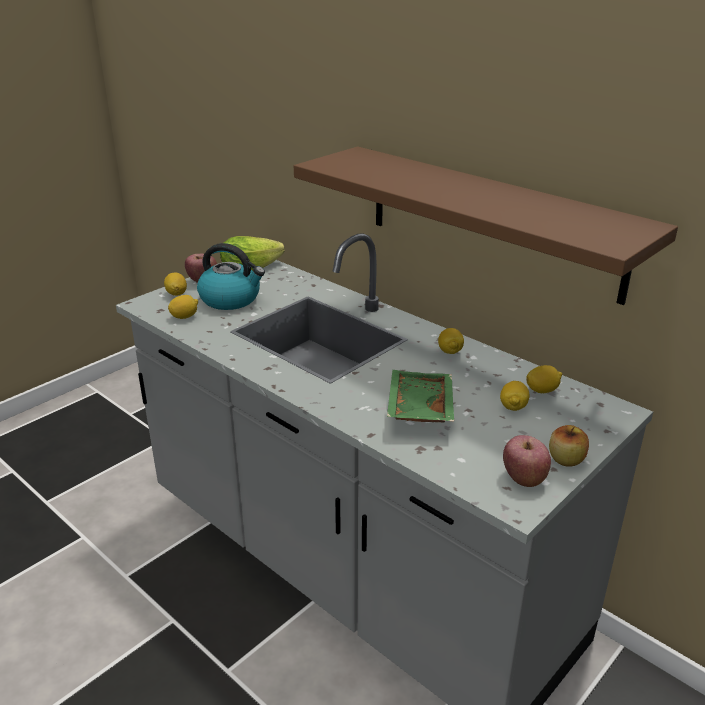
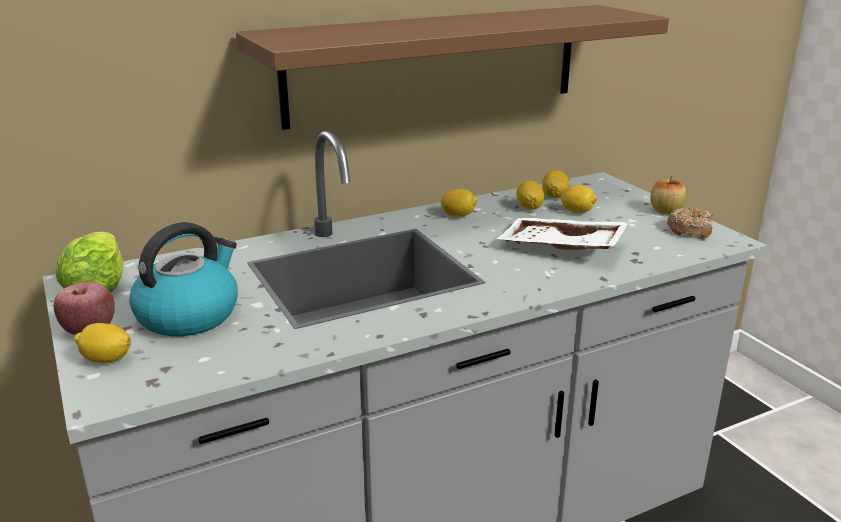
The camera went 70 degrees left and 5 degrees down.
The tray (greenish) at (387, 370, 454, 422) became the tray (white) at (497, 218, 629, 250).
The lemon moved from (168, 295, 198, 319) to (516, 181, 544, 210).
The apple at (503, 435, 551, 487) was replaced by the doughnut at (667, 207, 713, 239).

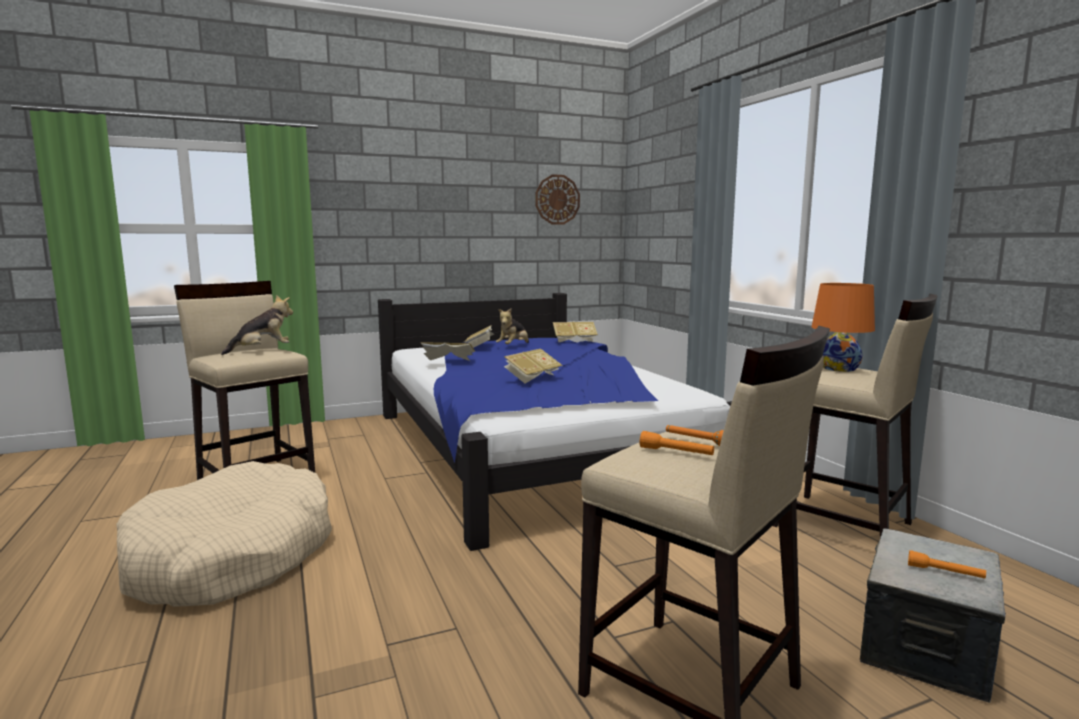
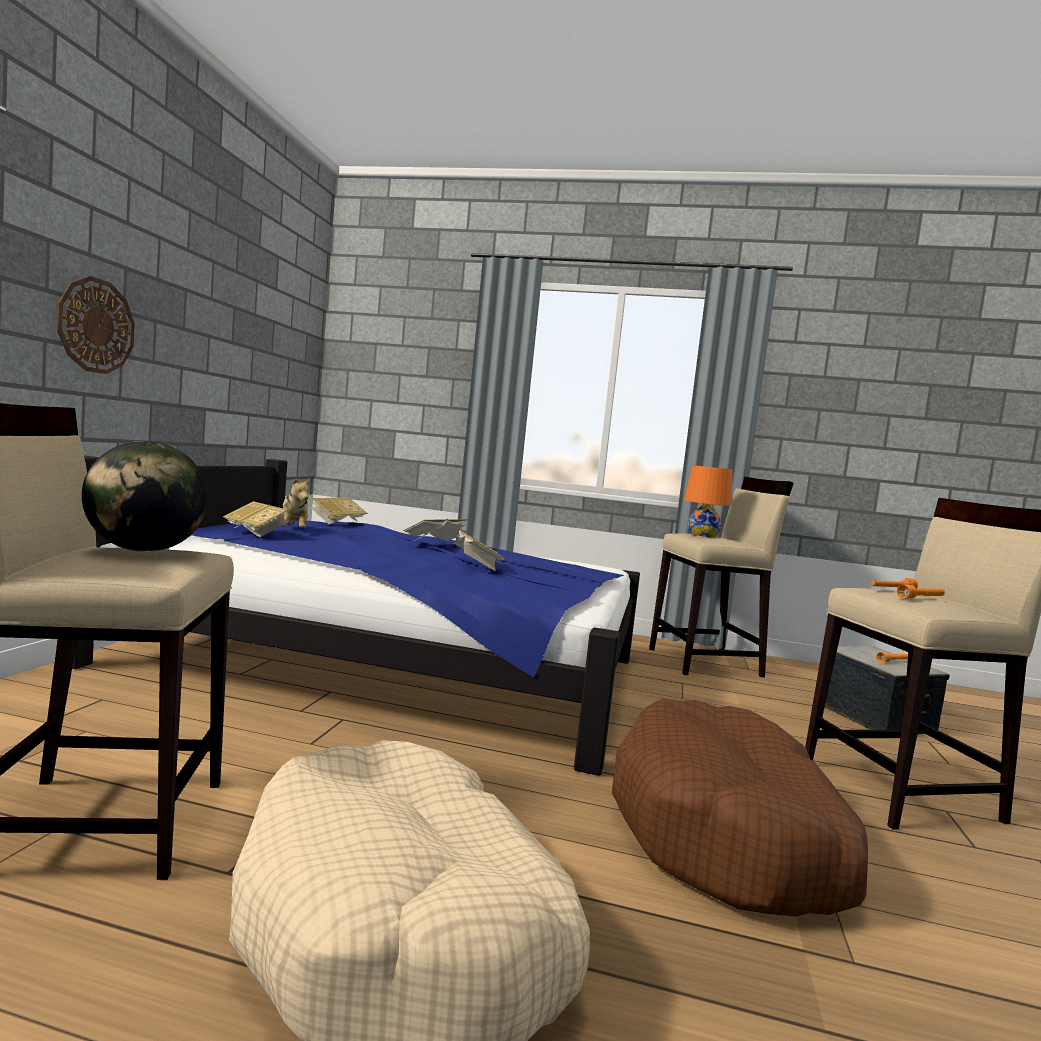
The camera went 55 degrees left and 5 degrees down.
The wall clock moved from (535, 174, 580, 225) to (57, 276, 135, 374).
The soft toy at (221, 295, 293, 355) was replaced by the globe at (82, 441, 208, 552).
The volume moved from (420, 342, 475, 361) to (402, 519, 469, 541).
The dog bed (brown) at (612, 698, 868, 917) appeared.

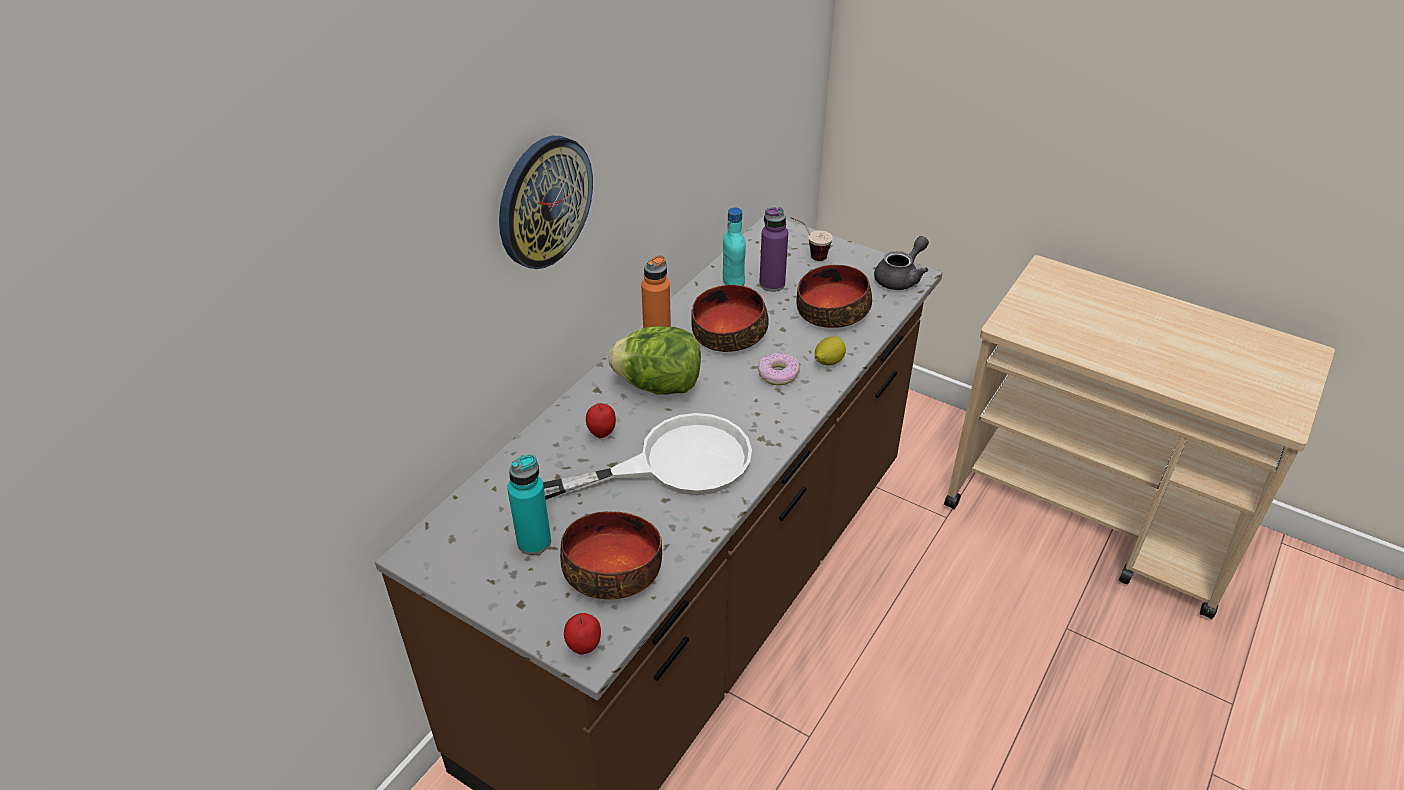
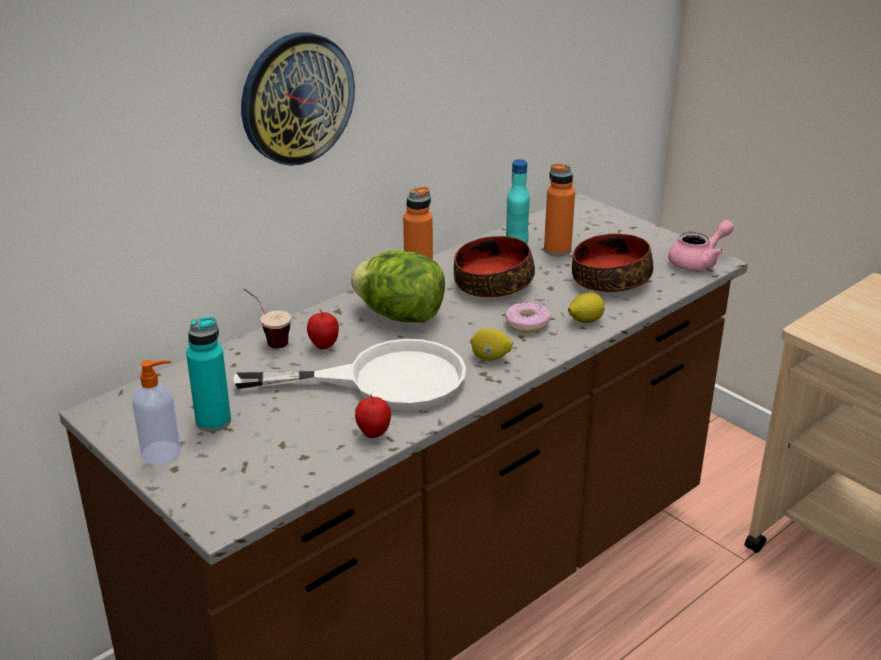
The camera went 15 degrees right and 10 degrees down.
The soap dispenser at (132, 360, 181, 464) appeared.
The cup moved from (790, 217, 833, 261) to (244, 288, 291, 348).
The apple moved from (564, 613, 601, 655) to (355, 394, 391, 438).
The lemon at (470, 328, 513, 361) appeared.
The bottle (purplish) at (759, 207, 788, 292) became the bottle (orange) at (544, 164, 575, 257).
The tea pot (grey) at (874, 236, 929, 290) became the tea pot (pink-coloured) at (668, 220, 734, 271).
The deep dish at (560, 511, 662, 600) disappeared.

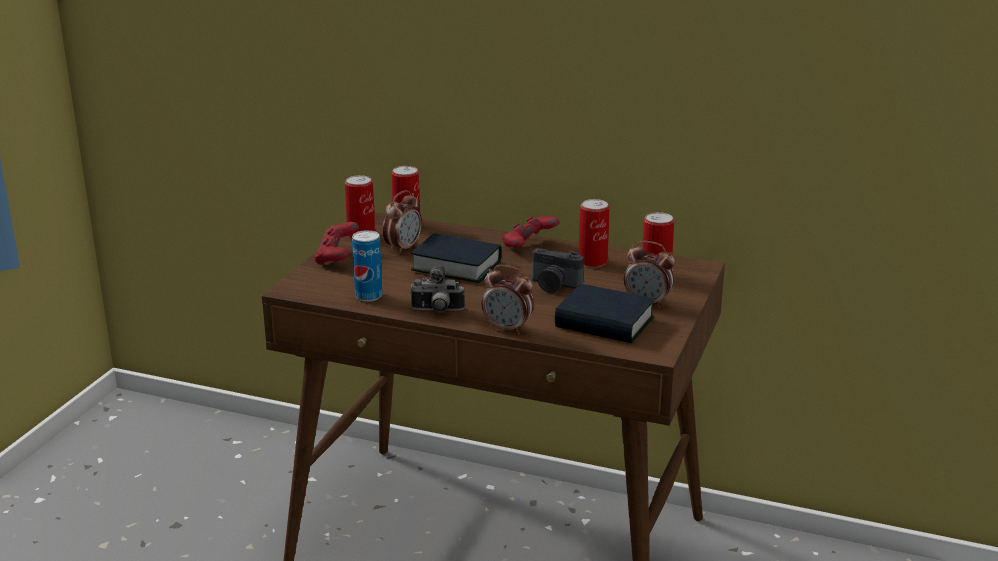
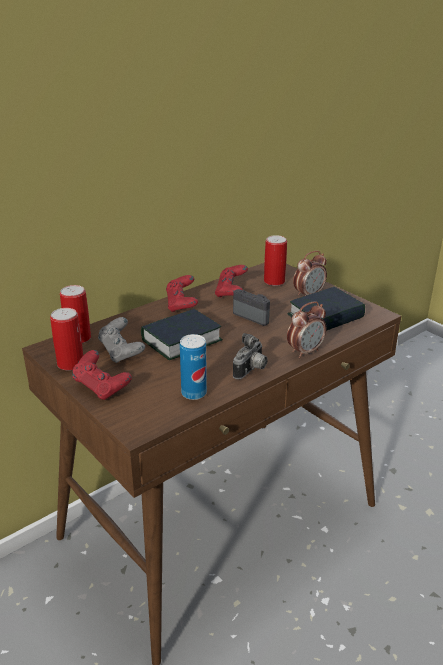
The camera went 60 degrees left and 5 degrees up.
The bedside clock at (382, 190, 422, 255) was replaced by the gamepad (grey) at (98, 317, 145, 363).
The sealed can at (579, 199, 609, 267) was replaced by the gamepad (red-coloured) at (215, 265, 248, 297).
The photo camera at (532, 248, 584, 293) turned 105 degrees counterclockwise.

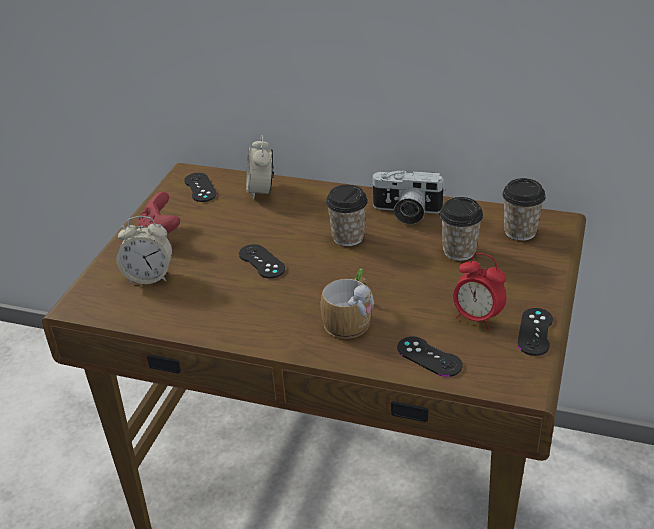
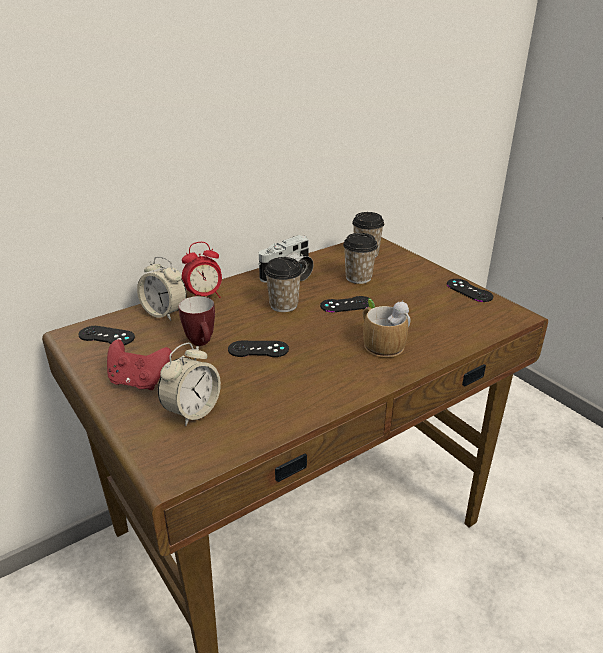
The camera went 55 degrees left and 5 degrees down.
The coffee mug at (178, 296, 215, 346) appeared.
The bedside clock moved from (453, 253, 507, 330) to (182, 242, 222, 298).
The gamepad (black) moved from (397, 337, 463, 377) to (320, 296, 373, 312).

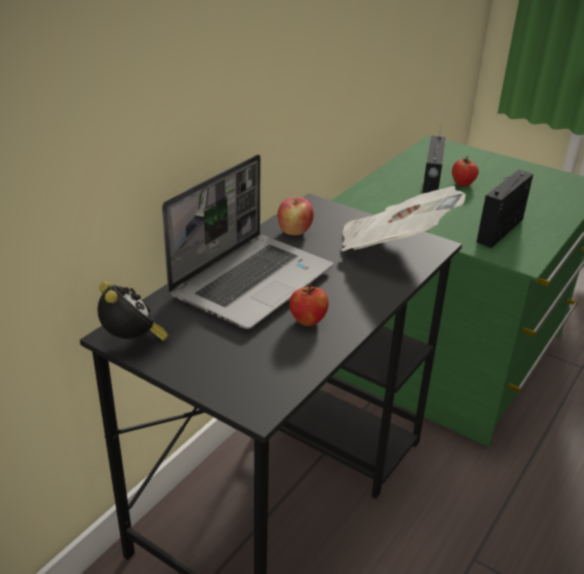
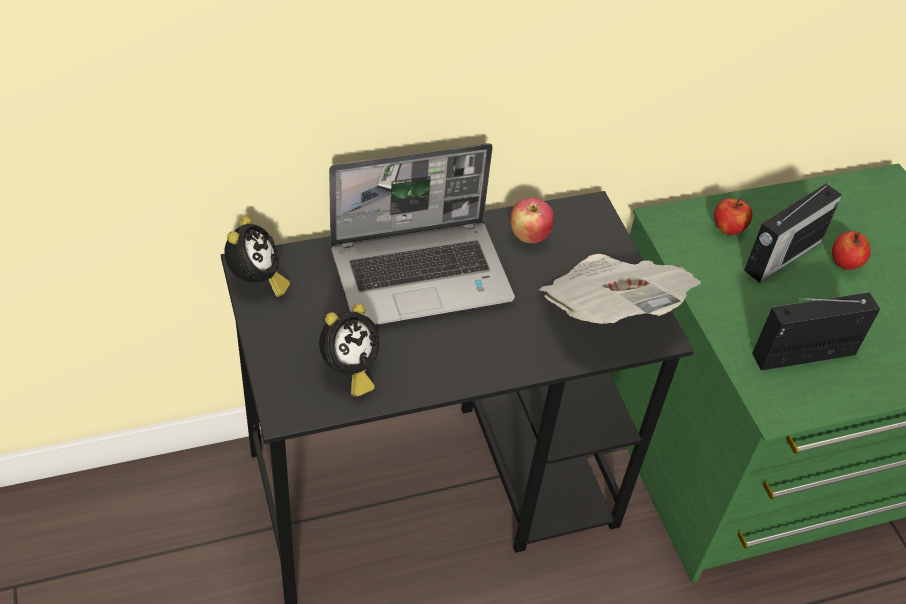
The camera went 35 degrees right and 15 degrees up.
The bedside clock at (319, 304, 379, 397) appeared.
The apple moved from (289, 284, 329, 326) to (714, 198, 752, 235).

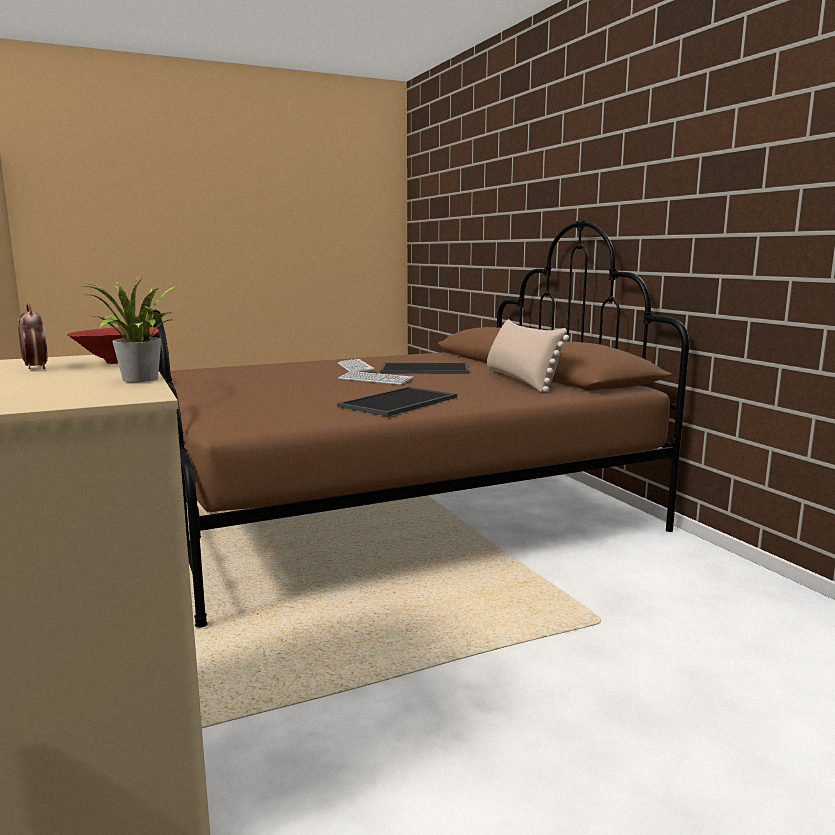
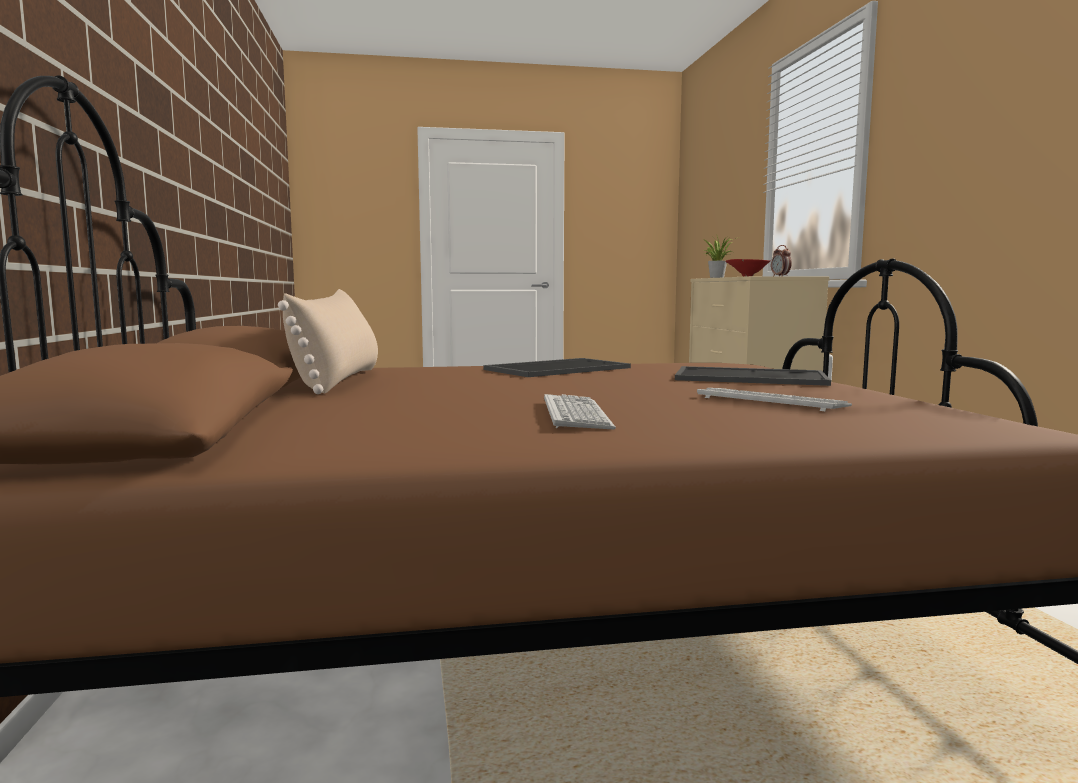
The camera went 165 degrees left and 5 degrees down.
The tray moved from (380, 362, 470, 374) to (675, 366, 831, 386).
The computer keyboard moved from (338, 371, 413, 385) to (697, 388, 852, 411).

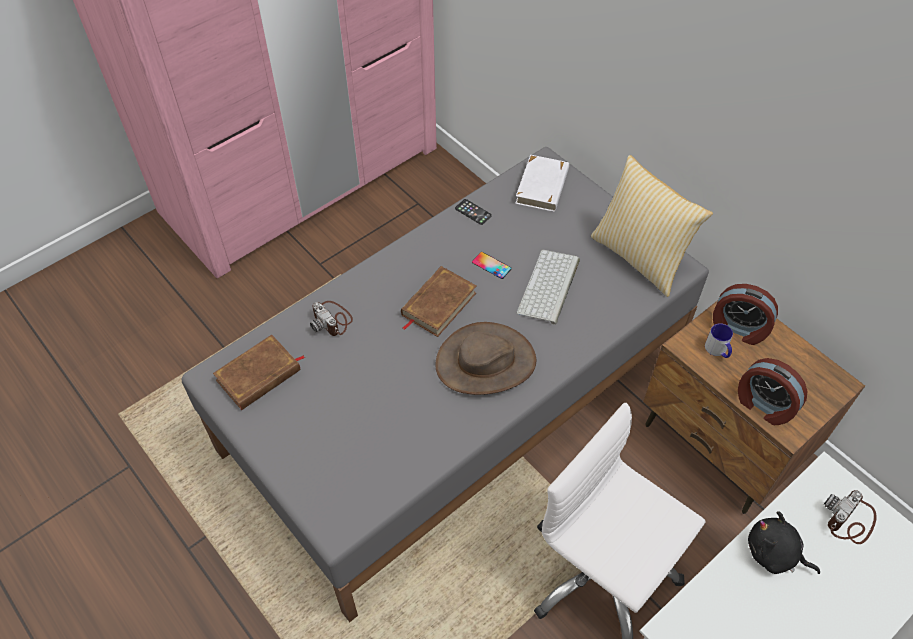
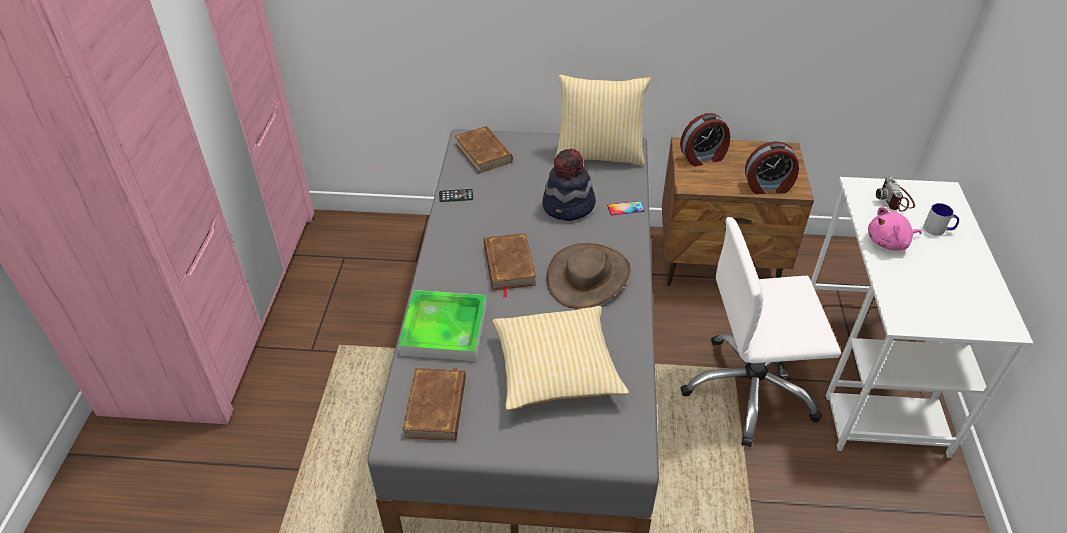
The camera went 45 degrees left and 10 degrees down.
The photo camera at (310, 301, 353, 336) was replaced by the tray at (398, 290, 487, 361).
The volume (white) at (515, 155, 569, 212) became the volume (brown) at (455, 126, 513, 173).
The throw pillow at (493, 306, 629, 410) appeared.
The computer keyboard at (517, 250, 580, 325) was replaced by the wearable hat at (542, 149, 596, 221).
The phone moved from (472, 252, 512, 279) to (608, 201, 644, 215).
The soft toy (black) at (748, 511, 820, 574) became the soft toy (pink-coloured) at (868, 207, 922, 251).
The coffee mug moved from (705, 323, 733, 358) to (923, 203, 959, 236).

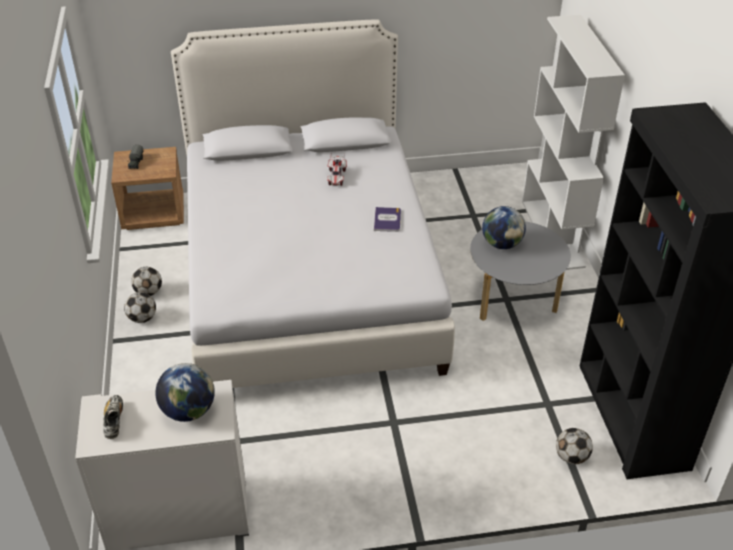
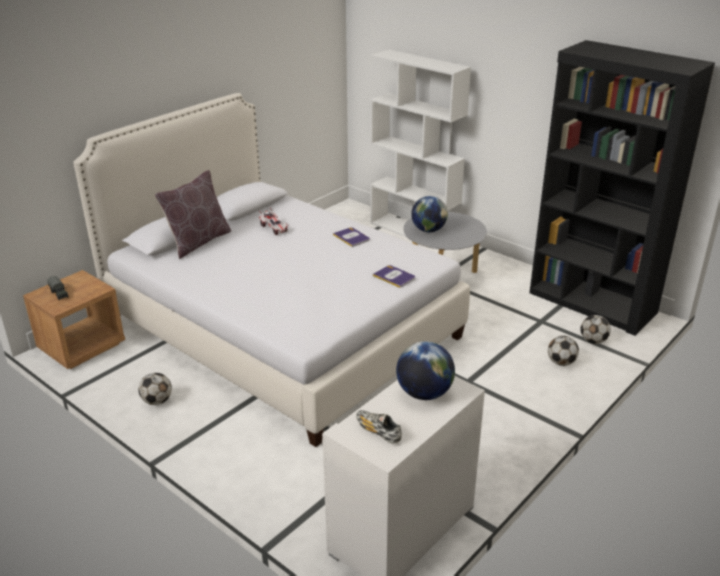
The camera went 40 degrees left and 10 degrees down.
The throw pillow (brown) at (155, 170, 231, 259) appeared.
The volume at (373, 265, 415, 288) appeared.
The ball for football moved from (124, 292, 156, 323) to (548, 336, 579, 366).

